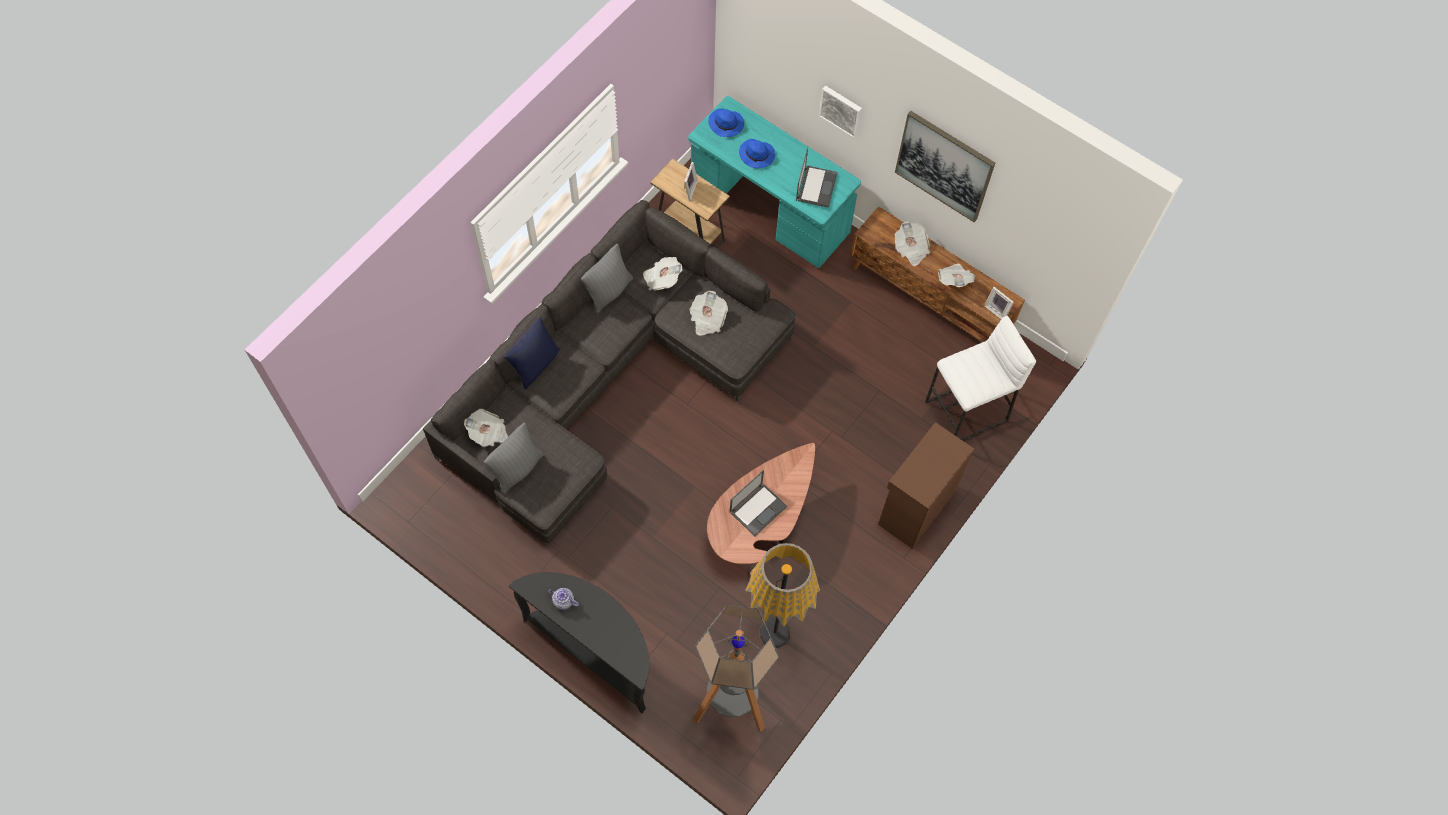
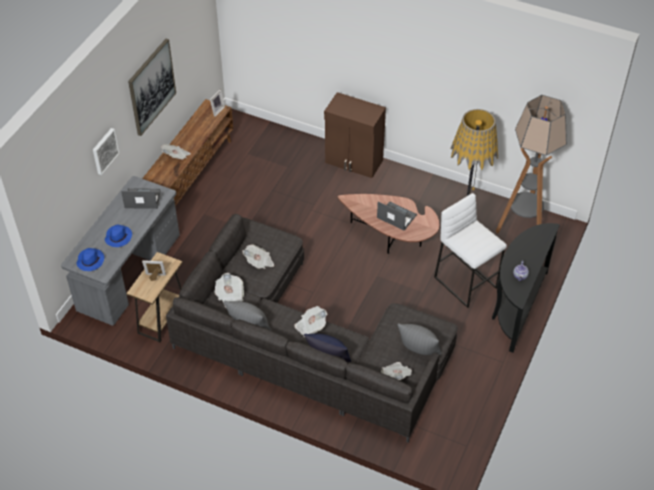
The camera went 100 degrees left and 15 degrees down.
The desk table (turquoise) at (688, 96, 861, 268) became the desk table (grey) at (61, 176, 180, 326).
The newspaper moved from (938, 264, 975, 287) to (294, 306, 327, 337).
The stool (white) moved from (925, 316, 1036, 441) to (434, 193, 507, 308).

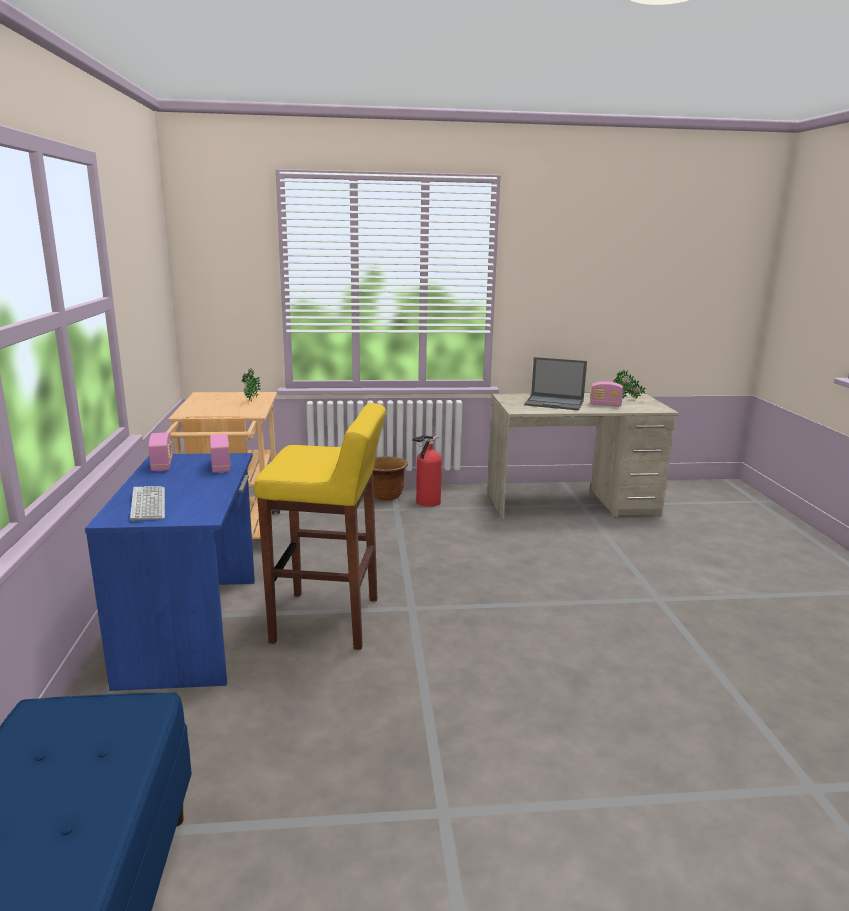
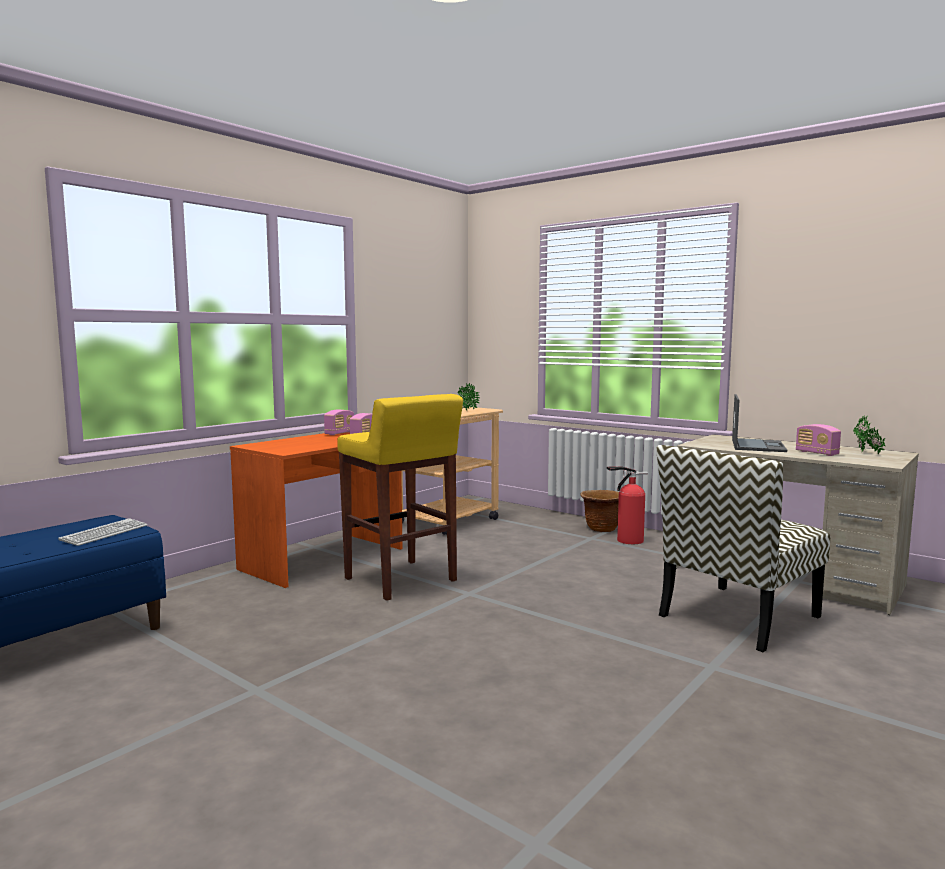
The camera went 45 degrees right and 10 degrees down.
The computer keyboard moved from (130, 486, 165, 521) to (58, 518, 147, 546).
The desk table (bluish) at (85, 453, 255, 691) became the desk table (orange) at (230, 433, 403, 588).
The plain chair at (656, 445, 830, 652) appeared.
The notebook computer at (524, 357, 587, 410) turned 135 degrees counterclockwise.

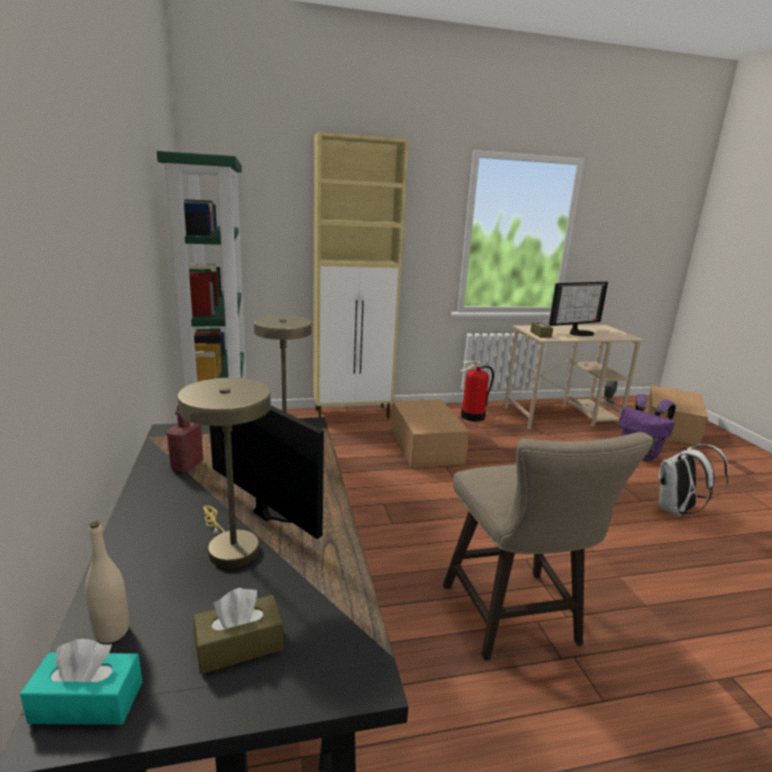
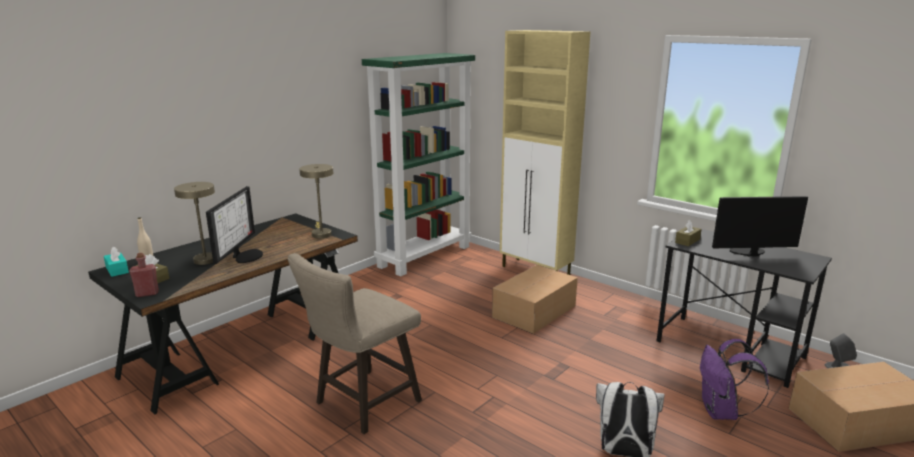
The camera went 55 degrees right and 0 degrees up.
The bottle (red-coloured) moved from (167, 405, 204, 473) to (129, 253, 159, 297).
The desk table (beige-coloured) at (504, 325, 644, 430) became the desk table (black) at (657, 229, 832, 388).
The computer display at (549, 282, 608, 336) turned 150 degrees clockwise.
The extinguisher at (459, 361, 494, 421) disappeared.

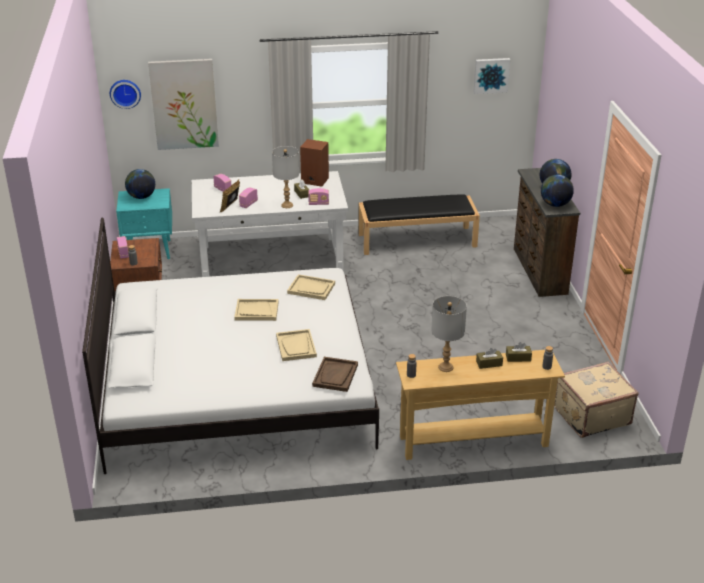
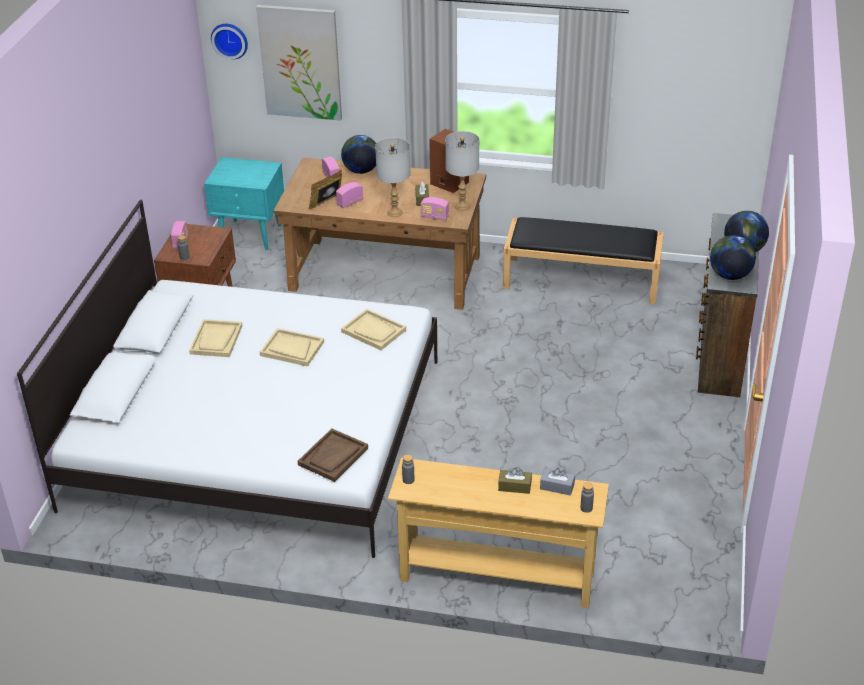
The camera went 20 degrees right and 5 degrees up.
The tray (beige-coloured) moved from (276, 329, 317, 361) to (189, 319, 242, 357).
The desk table (white) at (192, 171, 348, 277) became the desk table (brown) at (273, 158, 486, 310).
The globe moved from (125, 169, 155, 199) to (341, 135, 376, 174).
The tabletop lamp (grey) moved from (431, 296, 467, 372) to (445, 131, 479, 210).
The box of tissues (brown) at (506, 342, 532, 362) became the box of tissues (grey) at (540, 468, 575, 496).
The wall art at (473, 58, 510, 94) disappeared.
The piece of luggage (beige-coloured) at (554, 362, 639, 438) disappeared.

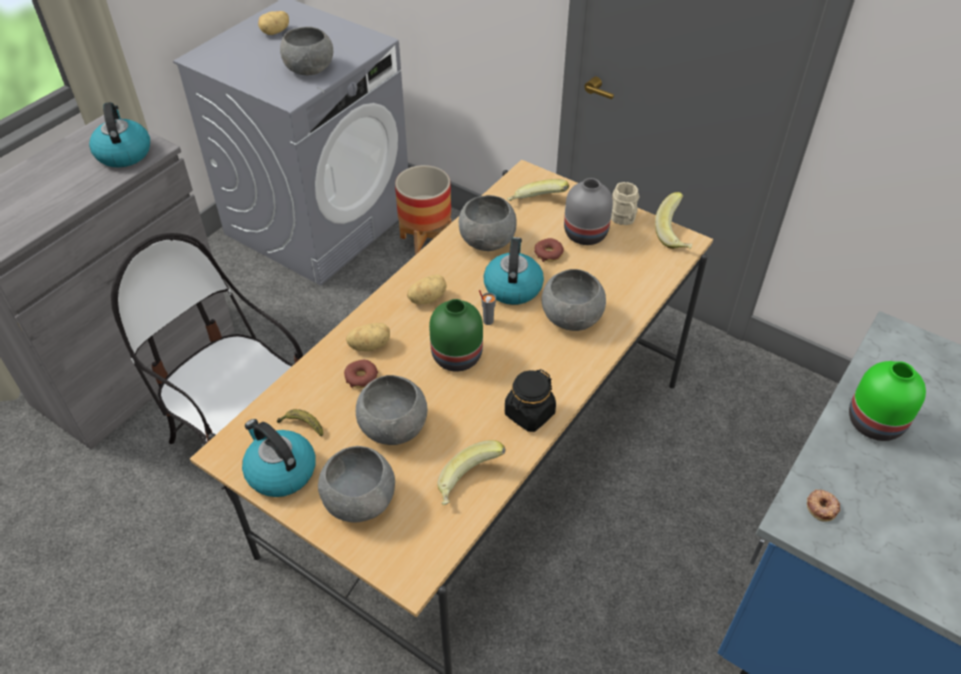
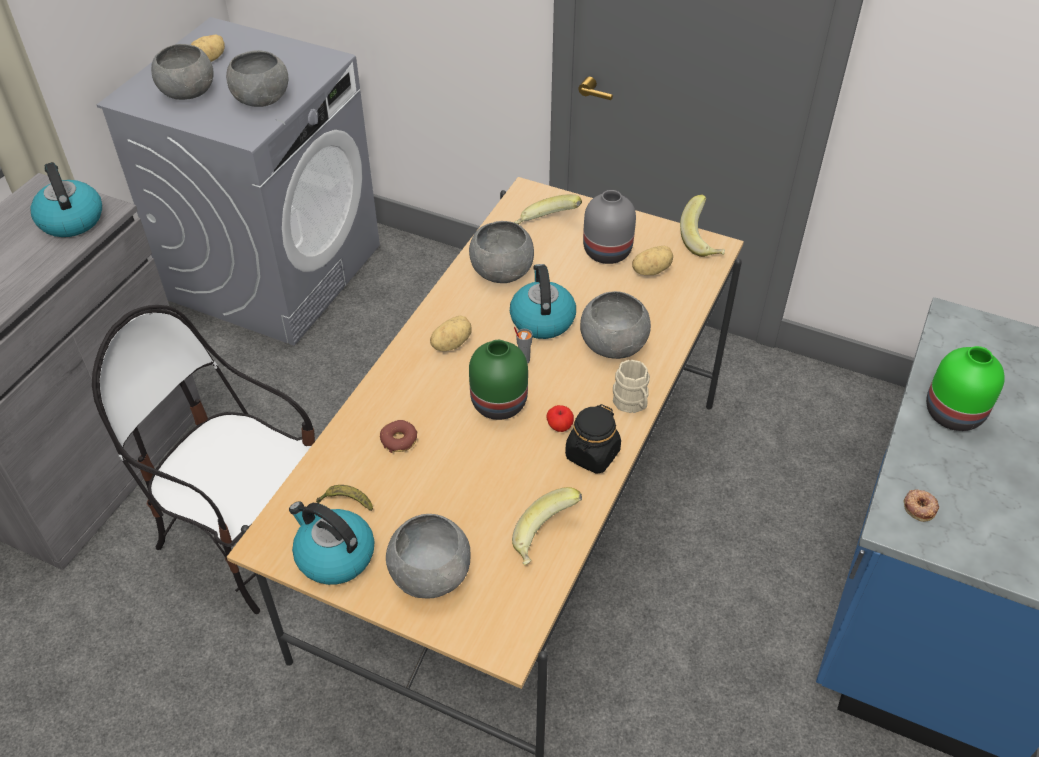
The camera went 10 degrees left and 0 degrees up.
The deep dish (grey) moved from (356, 375, 428, 445) to (151, 44, 214, 100).
The apple at (547, 405, 574, 432) appeared.
The coffee mug (beige-coloured) moved from (611, 182, 639, 225) to (613, 360, 650, 413).
The whole potato moved from (346, 323, 390, 352) to (632, 246, 673, 275).
The flower pot at (395, 165, 452, 255) disappeared.
The doughnut at (534, 238, 564, 262) disappeared.

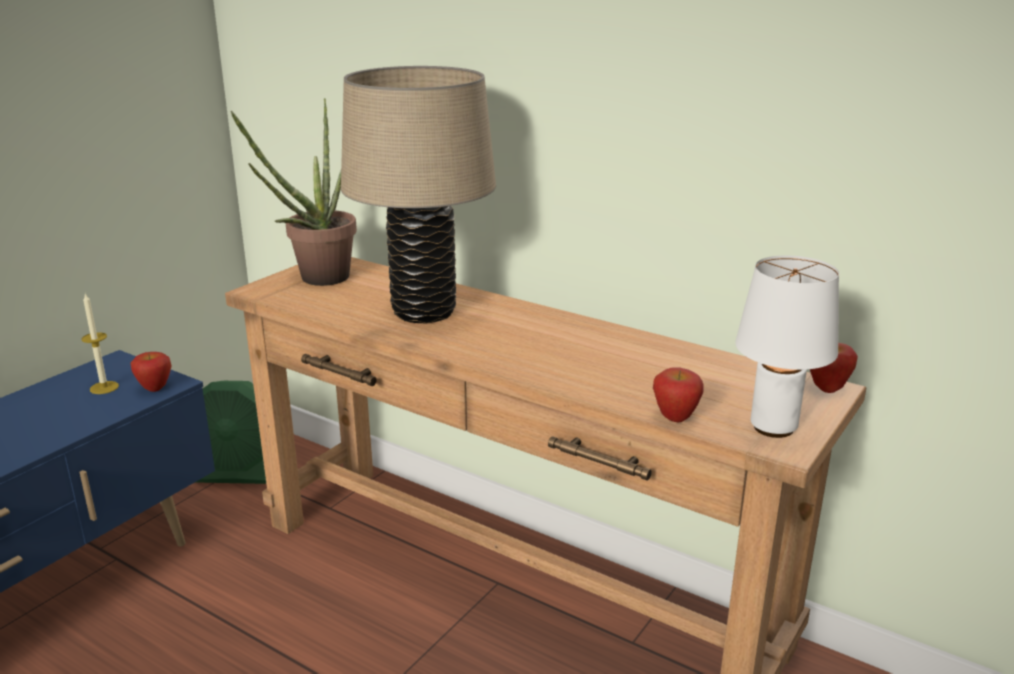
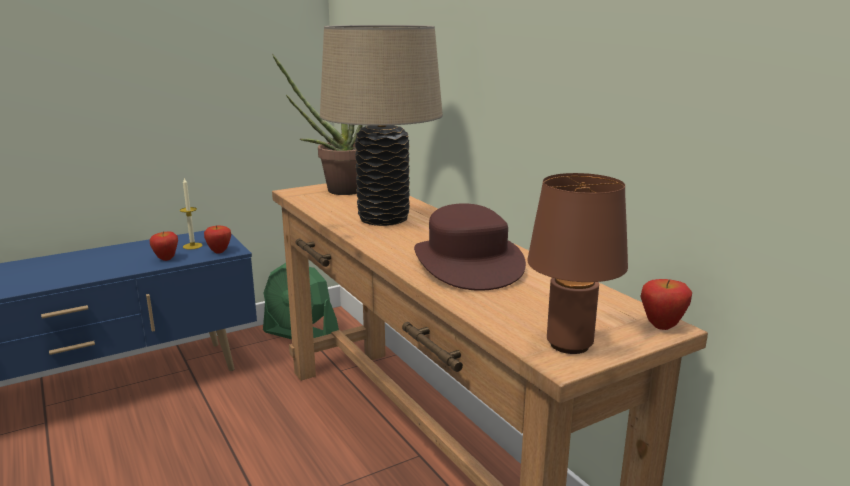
The camera went 25 degrees right and 5 degrees down.
The apple moved from (653, 367, 704, 422) to (149, 231, 178, 261).
The wearable hat (brown) at (414, 203, 526, 291) appeared.
The tabletop lamp (white) at (735, 255, 839, 438) became the tabletop lamp (brown) at (527, 173, 628, 354).

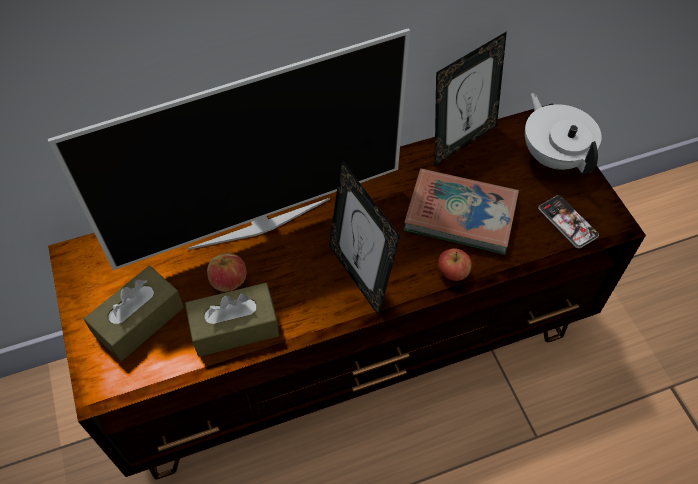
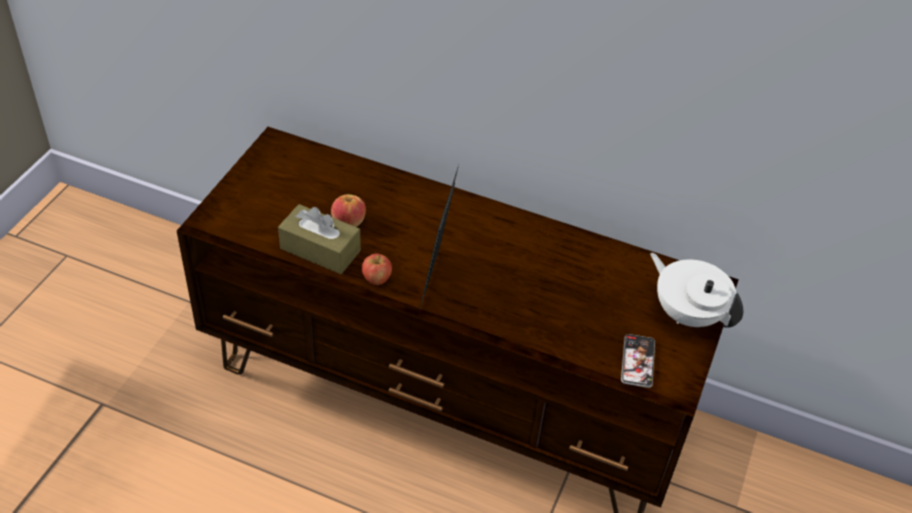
The camera went 40 degrees right and 10 degrees down.
The apple moved from (438, 249, 472, 281) to (362, 253, 392, 285).
The tea pot (white) at (525, 93, 602, 175) turned 60 degrees counterclockwise.
The television at (48, 28, 410, 270) disappeared.
The box of tissues (brown) at (84, 266, 184, 361) disappeared.
The volume at (404, 168, 519, 255) disappeared.
The photo frame at (435, 31, 507, 166) disappeared.

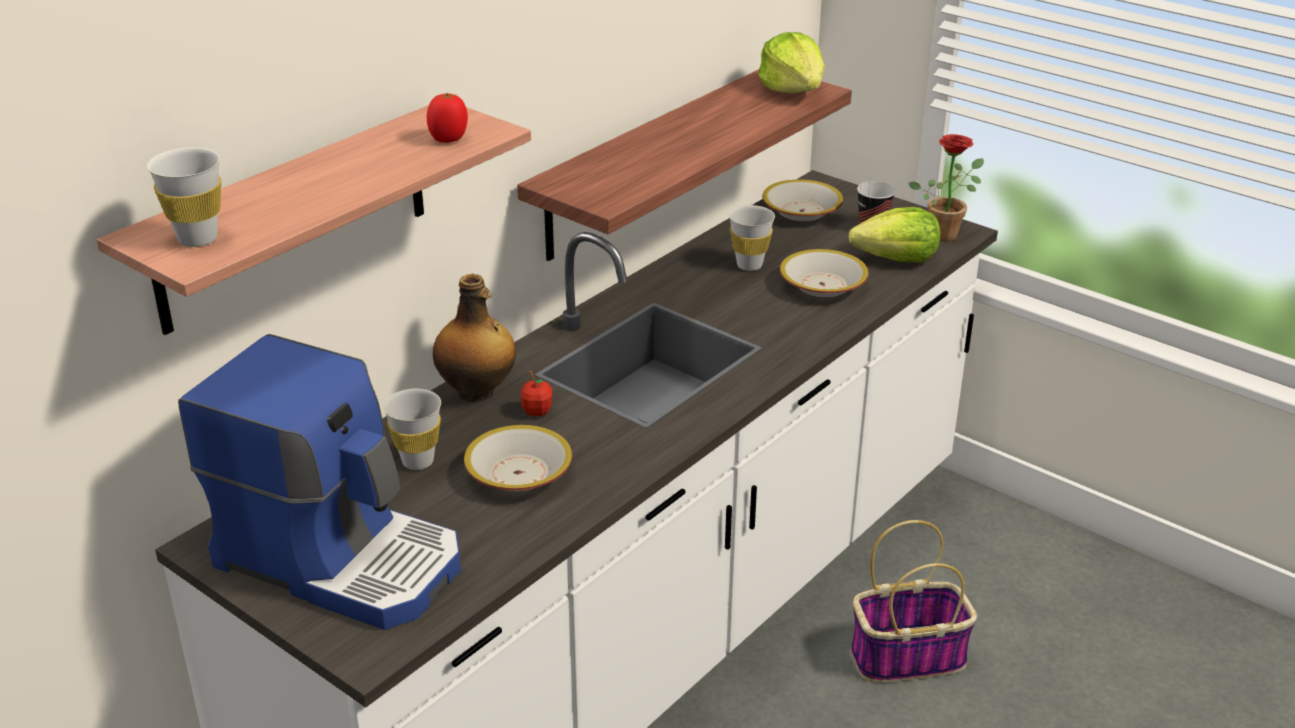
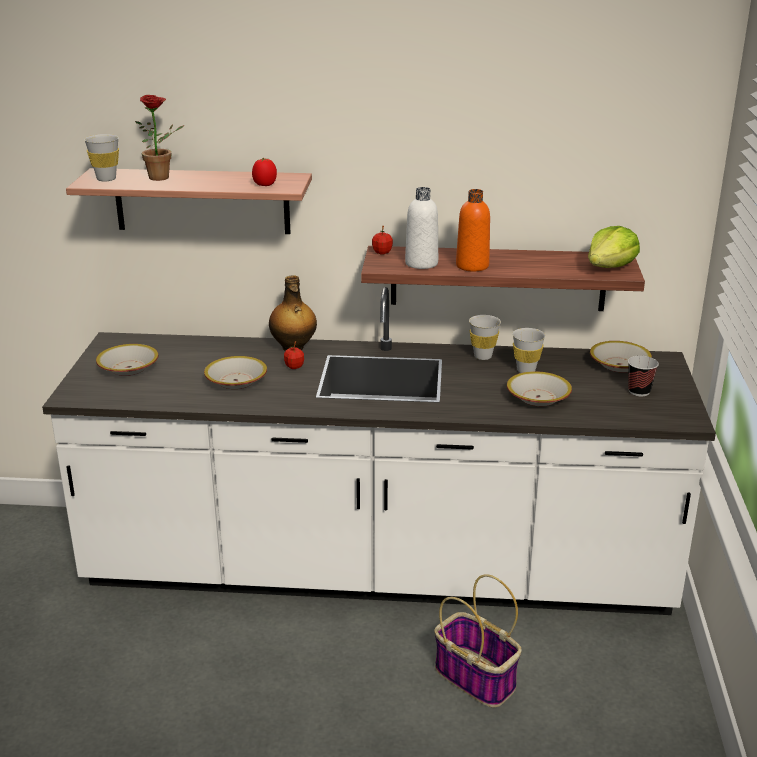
The camera went 55 degrees right and 5 degrees down.
The coffee machine at (178, 334, 461, 630) was replaced by the deep dish at (96, 344, 159, 376).
The houseplant moved from (908, 134, 984, 242) to (135, 95, 185, 181).
The apple at (372, 226, 393, 255) appeared.
The bottle (white) at (405, 187, 438, 269) appeared.
The bottle (orange) at (456, 189, 490, 271) appeared.
The cup (white) moved from (383, 389, 441, 470) to (469, 315, 501, 360).
The lettuce at (848, 207, 940, 263) disappeared.

